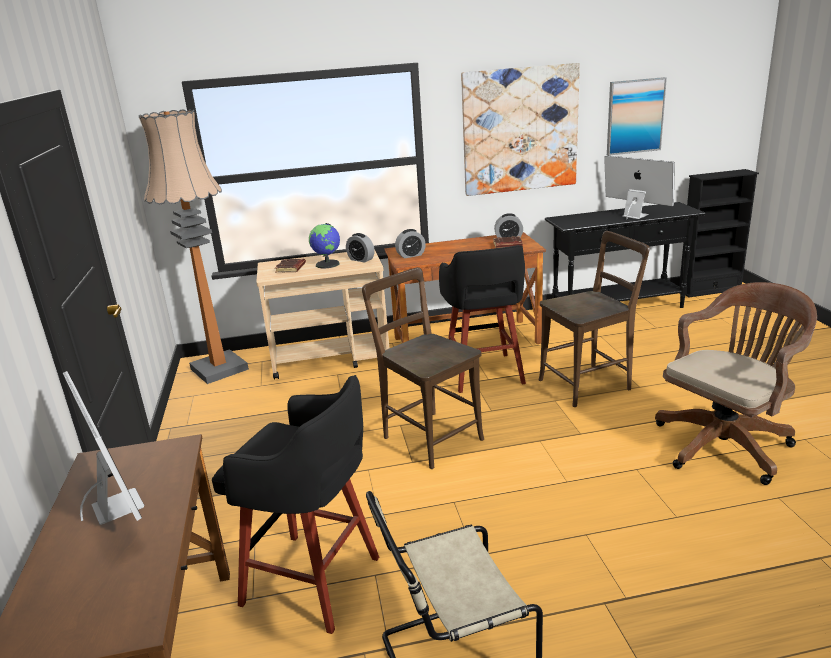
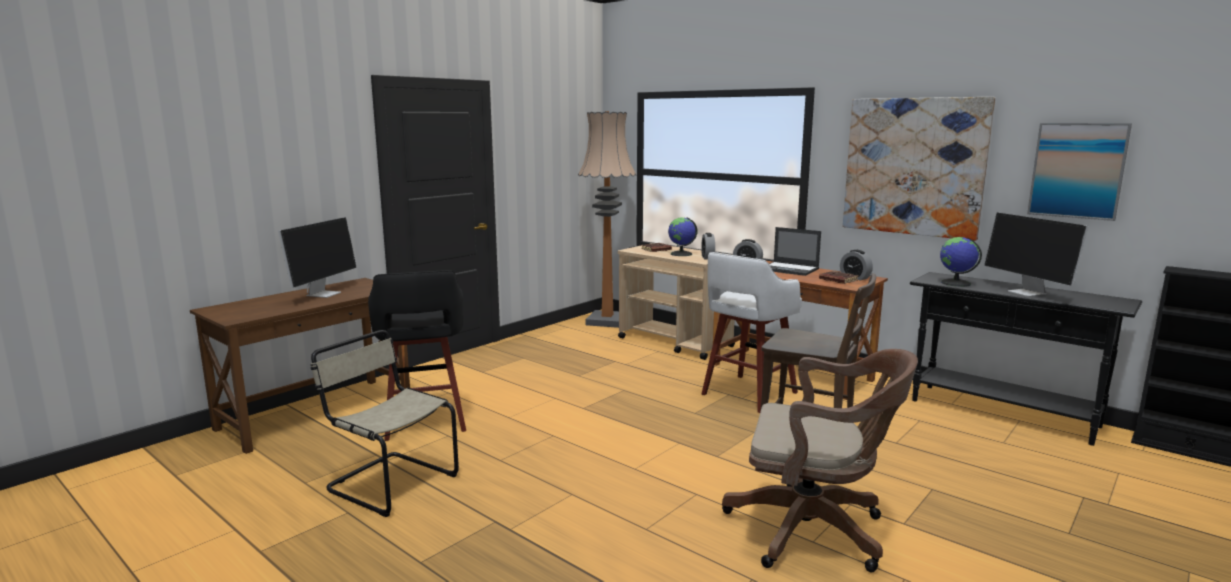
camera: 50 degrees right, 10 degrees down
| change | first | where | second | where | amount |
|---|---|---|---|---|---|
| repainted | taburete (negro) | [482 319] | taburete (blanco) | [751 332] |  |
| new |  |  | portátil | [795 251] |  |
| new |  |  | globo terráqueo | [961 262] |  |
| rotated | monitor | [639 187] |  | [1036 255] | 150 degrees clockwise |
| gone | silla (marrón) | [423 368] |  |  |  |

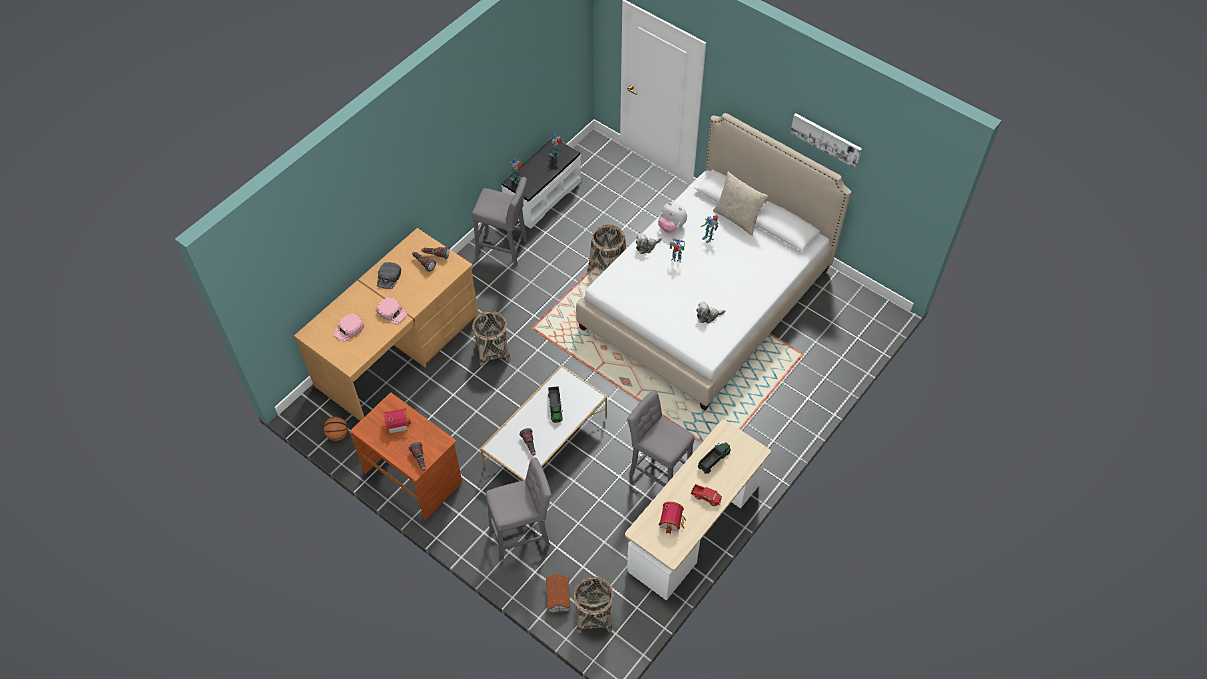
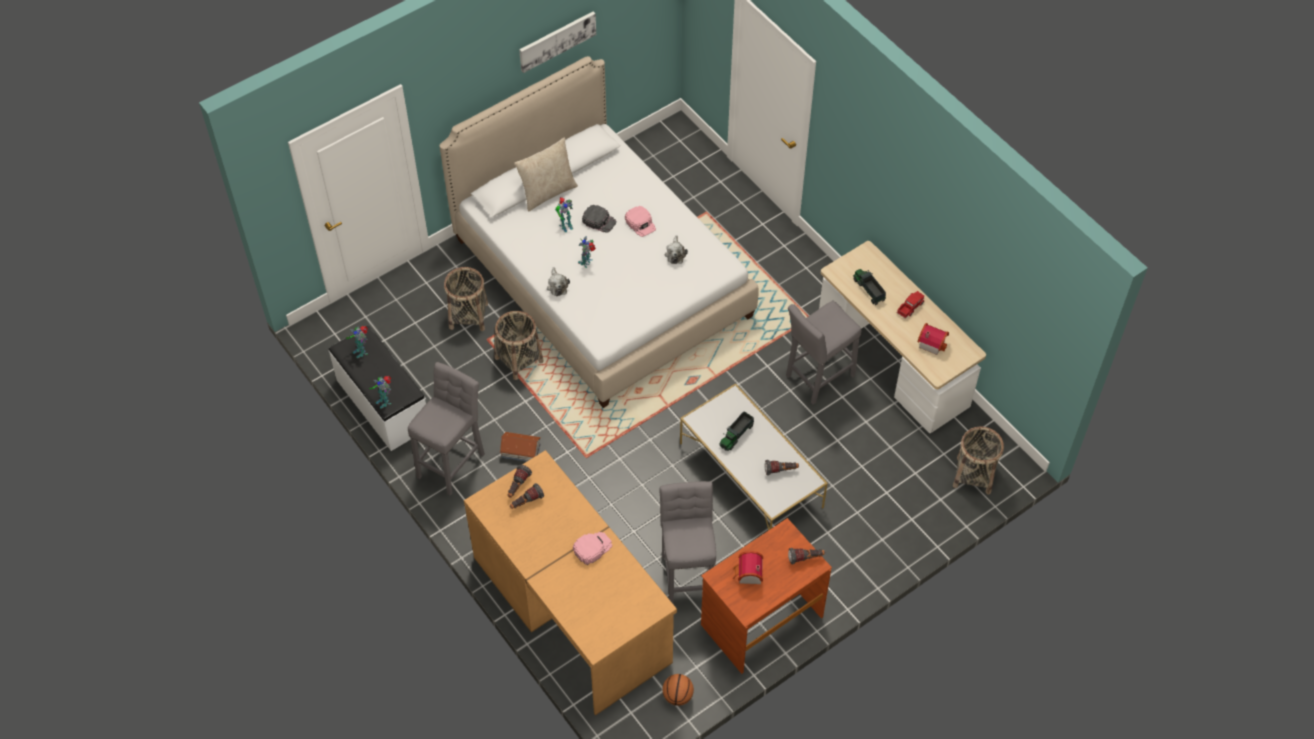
camera: 75 degrees left, 0 degrees up
| change | first | where | second | where | amount |
|---|---|---|---|---|---|
| shifted | cesta | [491 338] |  | [466 299] |  |
| shifted | casita | [558 593] |  | [520 447] |  |
| shifted | gorra (negro) | [389 275] |  | [599 219] |  |
| shifted | gorra (rosa) | [348 328] |  | [640 221] |  |
| shifted | taburete (gris) | [519 509] |  | [687 542] |  |
| rotated | camión de juguete | [555 404] |  | [736 431] | 120 degrees clockwise |
| gone | peluche | [672 217] |  |  |  |

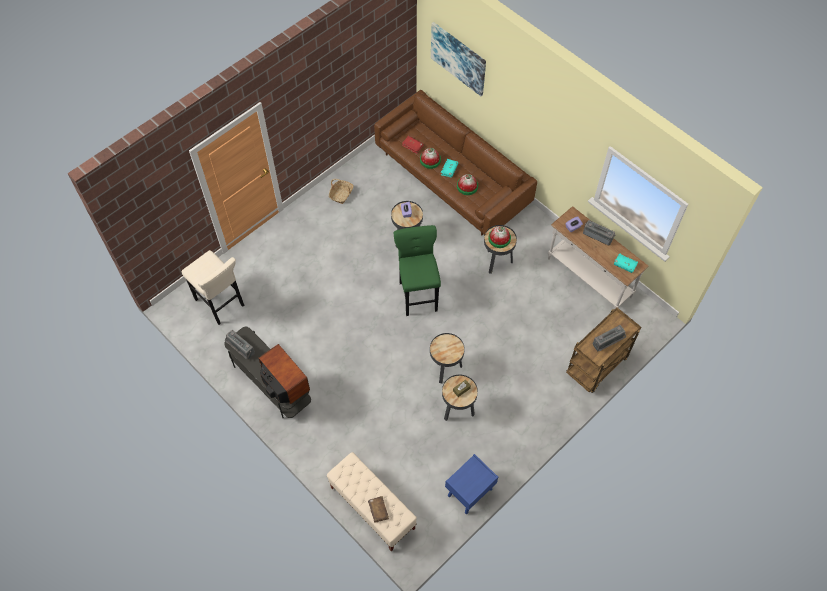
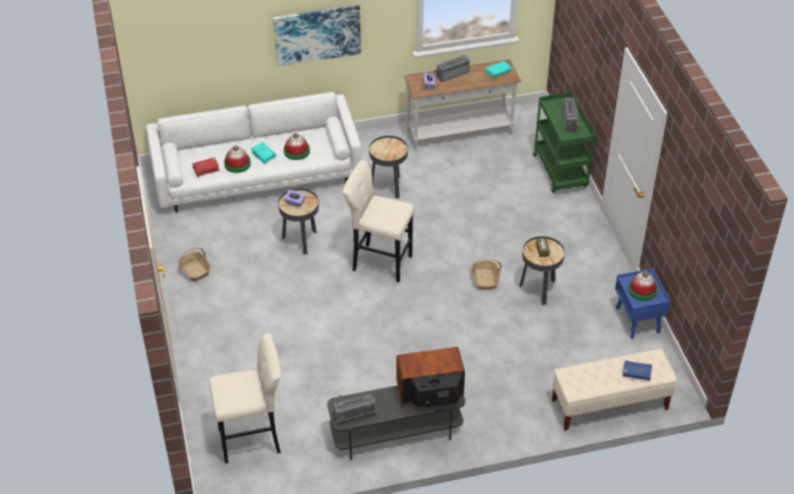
camera: 60 degrees left, 15 degrees down
| change | first | where | second | where | amount |
|---|---|---|---|---|---|
| repainted | sofá (marrón) | [455 162] | sofá (blanco) | [254 152] |  |
| shifted | cuadro | [458 59] |  | [317 35] |  |
| repainted | taburete (verde) | [417 270] | taburete (beis) | [378 221] |  |
| swapped | mesa auxiliar (negro) | [447 358] | cesta | [486 274] |  |
| repainted | carrito (marrón) | [603 350] | carrito (verde) | [564 142] |  |
| repainted | libro (marrón) | [378 509] | libro (azul) | [637 370] |  |
| shifted | sombrero | [499 237] |  | [643 286] |  |

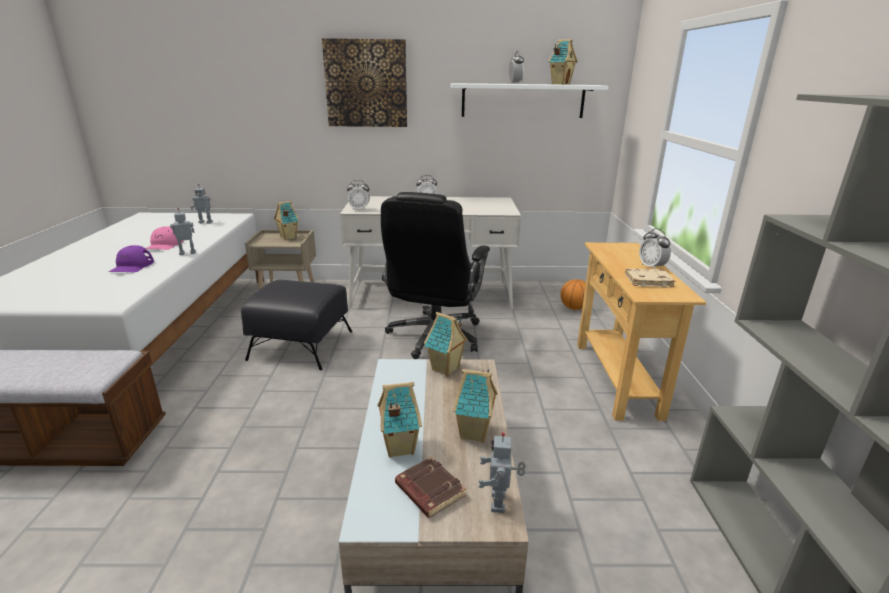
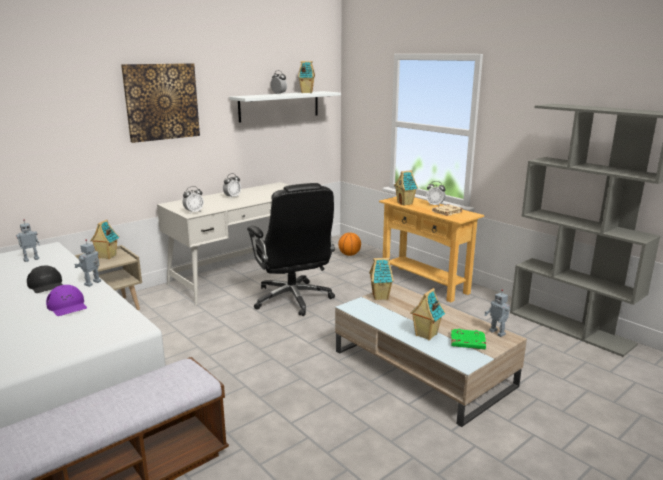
camera: 40 degrees left, 5 degrees down
| change | first | where | second | where | amount |
|---|---|---|---|---|---|
| repainted | gorra (rosa) | [164 238] | gorra (negro) | [45 279] |  |
| shifted | casita | [475 406] |  | [406 188] |  |
| repainted | libro (marrón) | [430 487] | libro (verde) | [468 339] |  |
| gone | puf (negro) | [296 325] |  |  |  |

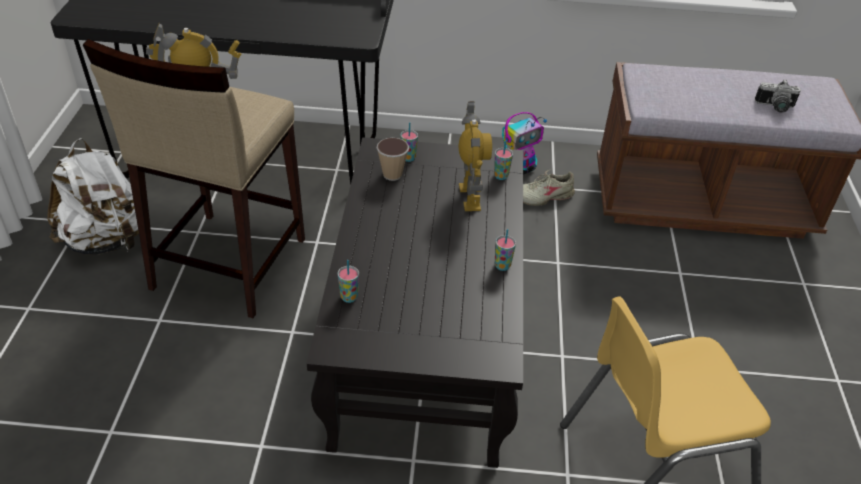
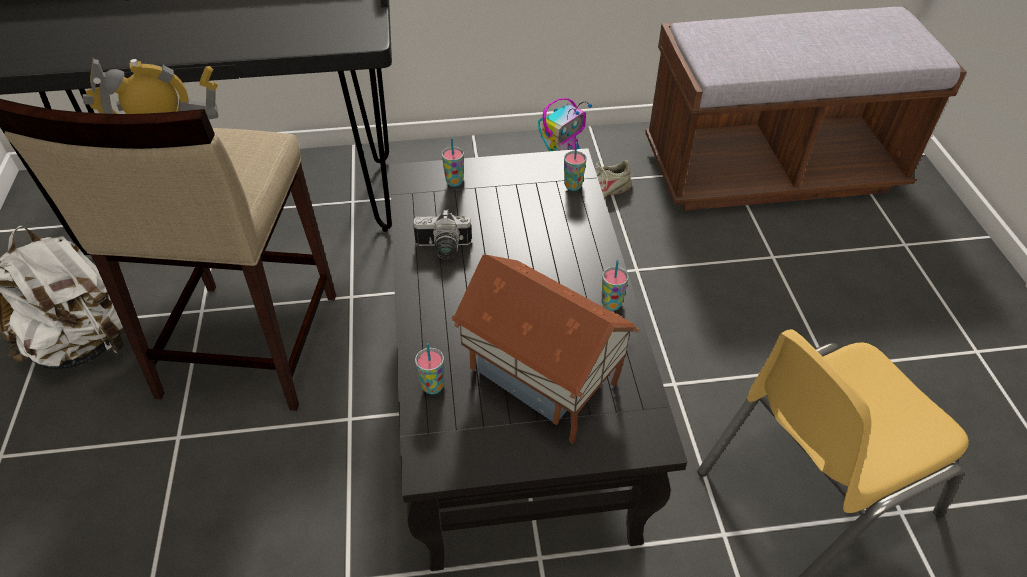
camera: 10 degrees left, 5 degrees up
| change | first | where | second | where | amount |
|---|---|---|---|---|---|
| shifted | cámara | [778 96] |  | [442 234] |  |
| new |  |  | casita | [545 349] |  |
| gone | taza | [392 159] |  |  |  |
| gone | robot de juguete | [475 156] |  |  |  |

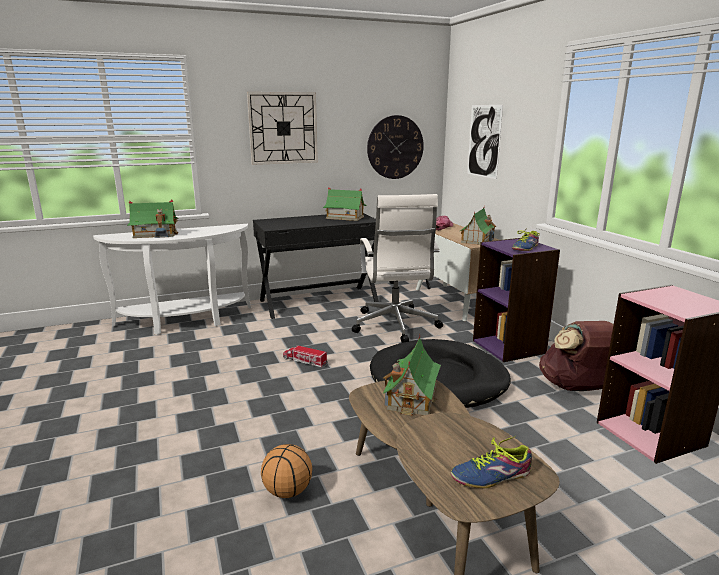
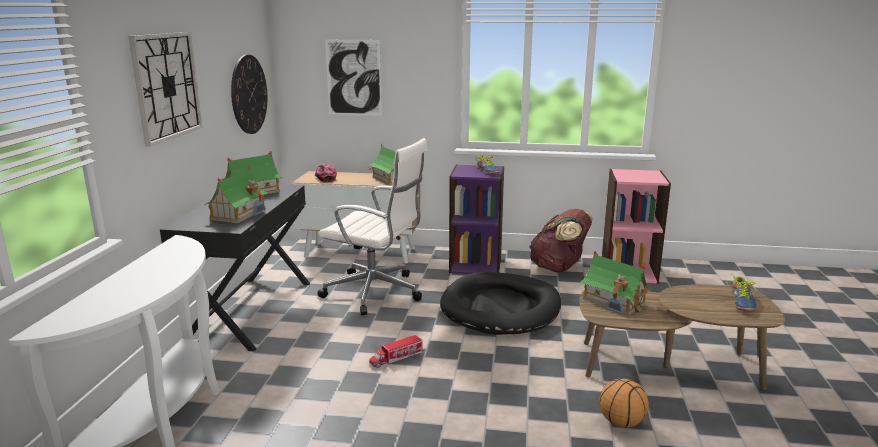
camera: 60 degrees left, 0 degrees up
| change | first | where | second | where | amount |
|---|---|---|---|---|---|
| shifted | casita | [153 218] |  | [236 195] |  |

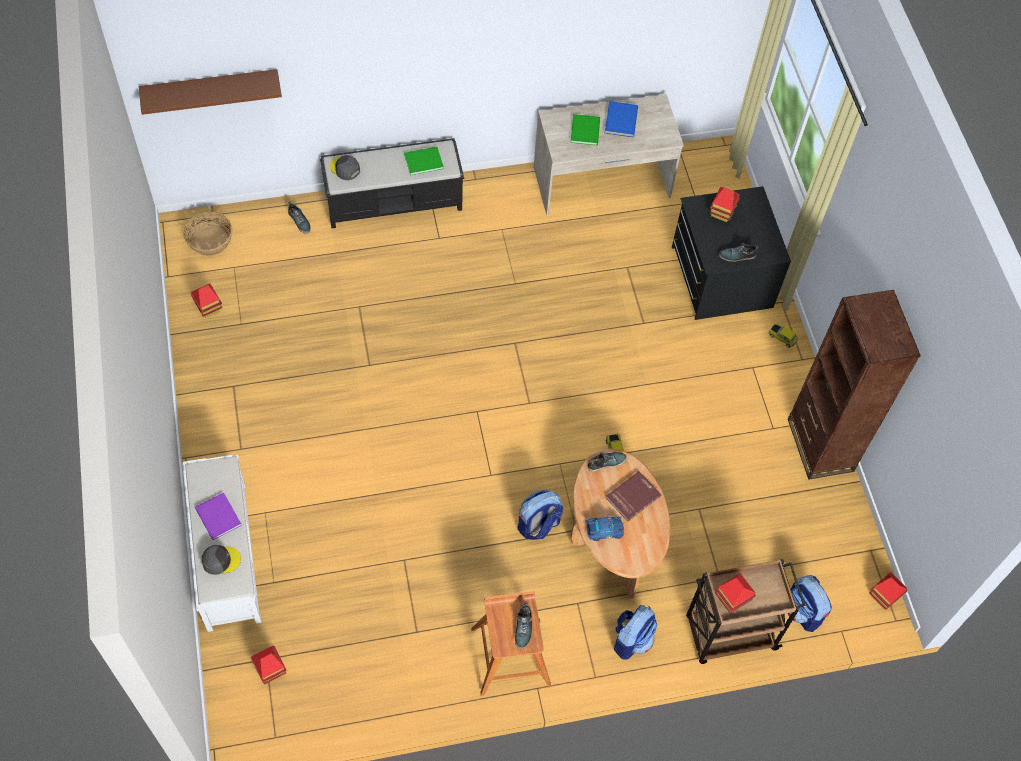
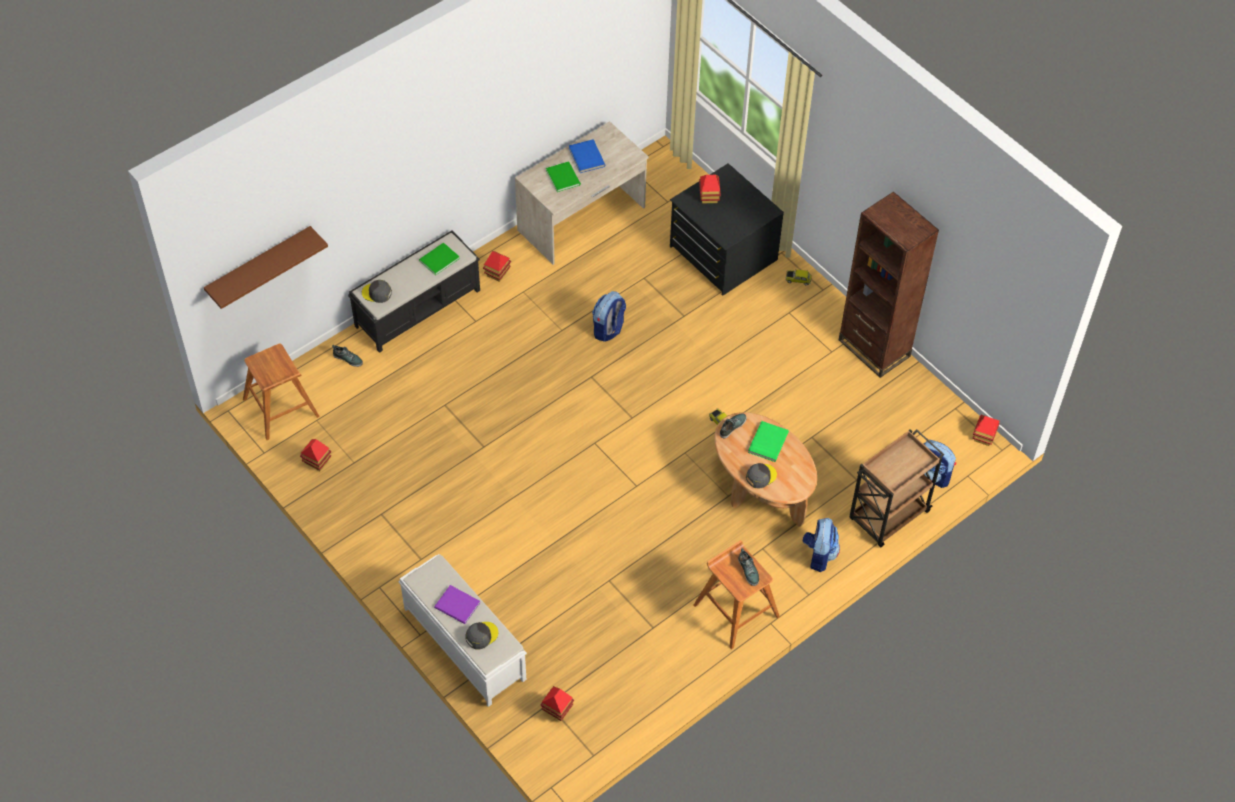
camera: 25 degrees left, 5 degrees down
| change | first | where | second | where | amount |
|---|---|---|---|---|---|
| swapped | cesta | [207 234] | taburete (marrón) | [281 392] |  |
| shifted | casita | [735 593] |  | [497 266] |  |
| shifted | mochila | [540 515] |  | [609 316] |  |
| swapped | coche de juguete (azul) | [605 528] | gorra (gris) | [761 476] |  |
| repainted | libro (rojo) | [633 496] | libro (verde) | [768 441] |  |
| gone | zapato | [739 252] |  |  |  |

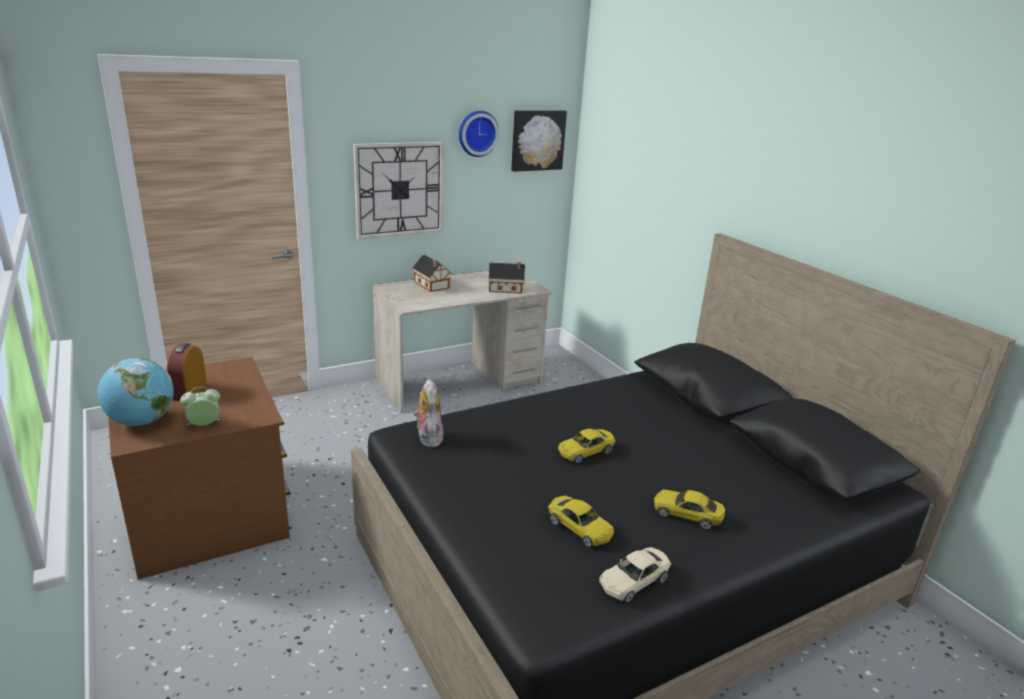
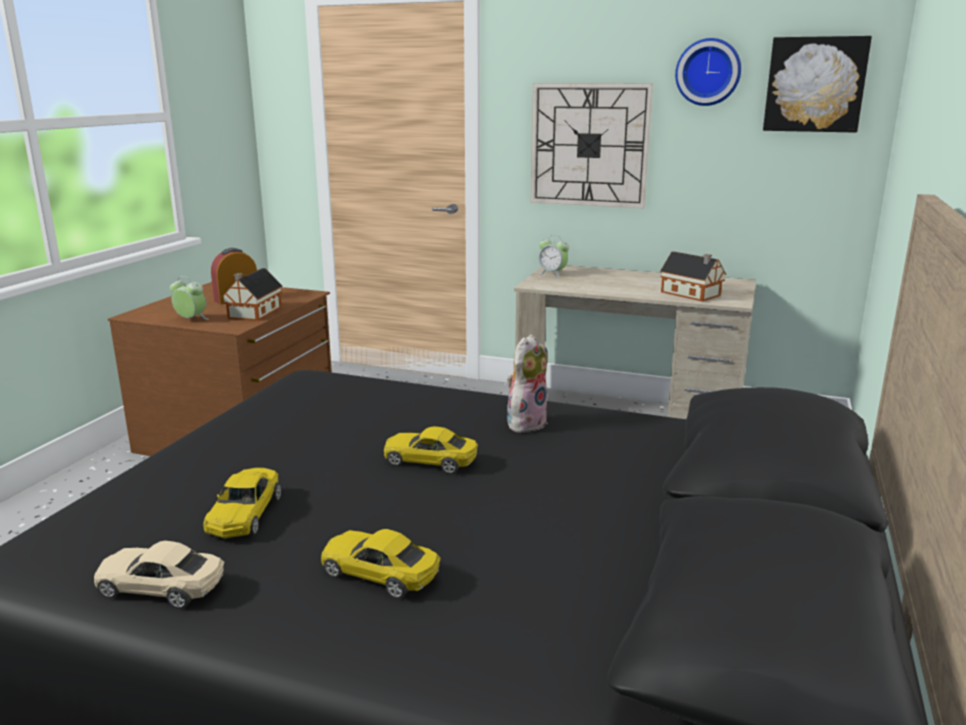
camera: 50 degrees right, 5 degrees down
| change | first | where | second | where | amount |
|---|---|---|---|---|---|
| shifted | casita | [431 273] |  | [252 294] |  |
| rotated | coche de juguete (amarillo) | [689 509] |  | [381 564] | 45 degrees counterclockwise |
| shifted | peluche | [428 413] |  | [527 383] |  |
| new |  |  | despertador | [553 256] |  |
| gone | globo terráqueo | [135 392] |  |  |  |

